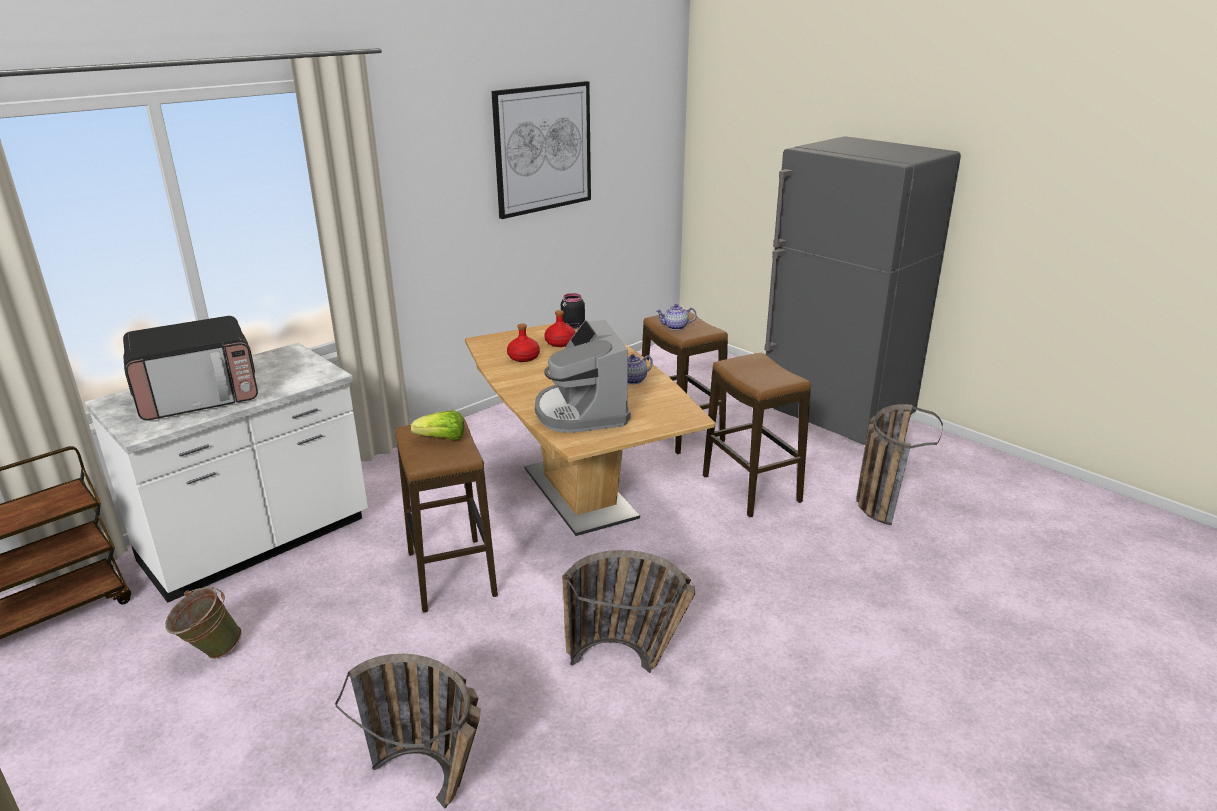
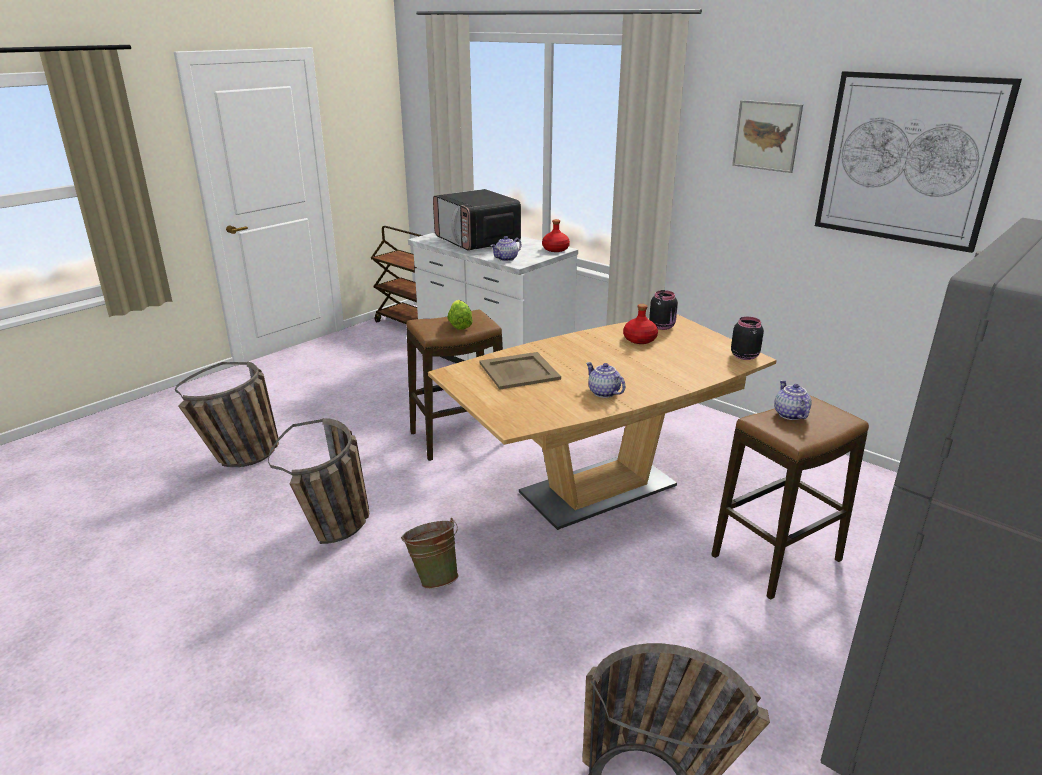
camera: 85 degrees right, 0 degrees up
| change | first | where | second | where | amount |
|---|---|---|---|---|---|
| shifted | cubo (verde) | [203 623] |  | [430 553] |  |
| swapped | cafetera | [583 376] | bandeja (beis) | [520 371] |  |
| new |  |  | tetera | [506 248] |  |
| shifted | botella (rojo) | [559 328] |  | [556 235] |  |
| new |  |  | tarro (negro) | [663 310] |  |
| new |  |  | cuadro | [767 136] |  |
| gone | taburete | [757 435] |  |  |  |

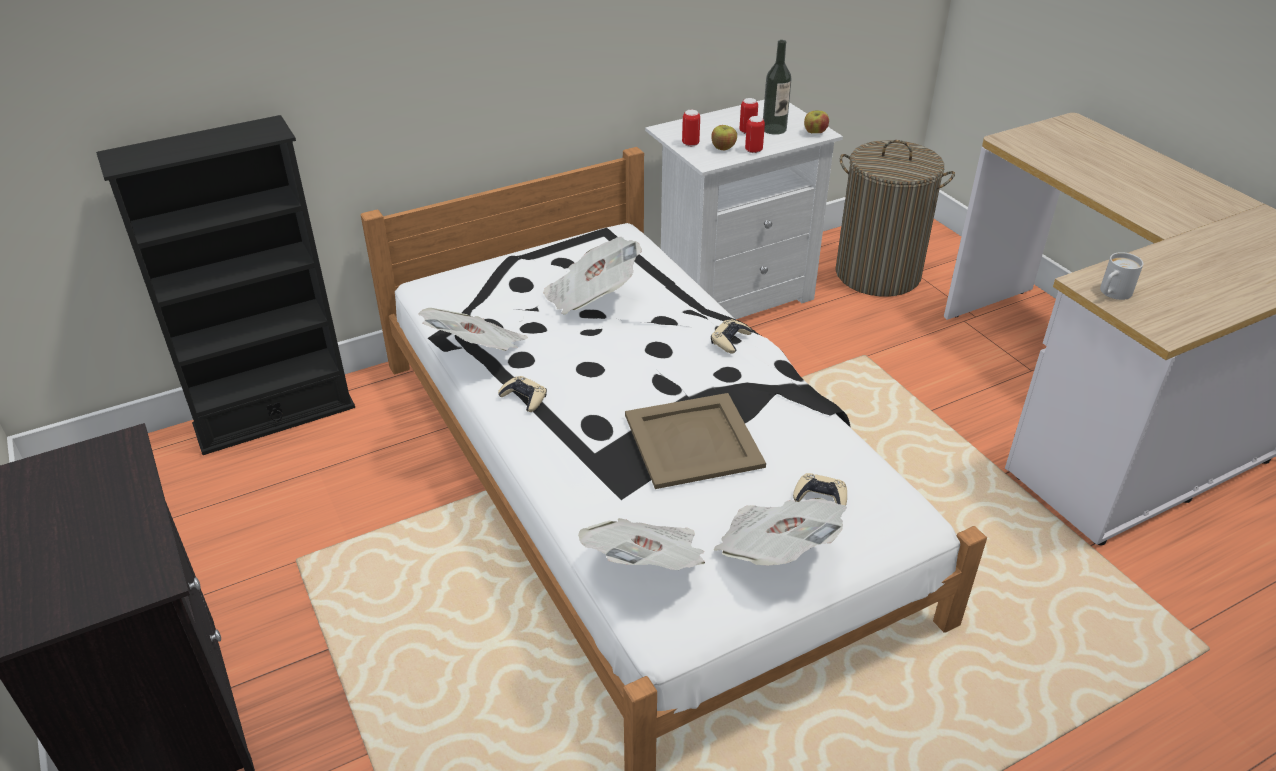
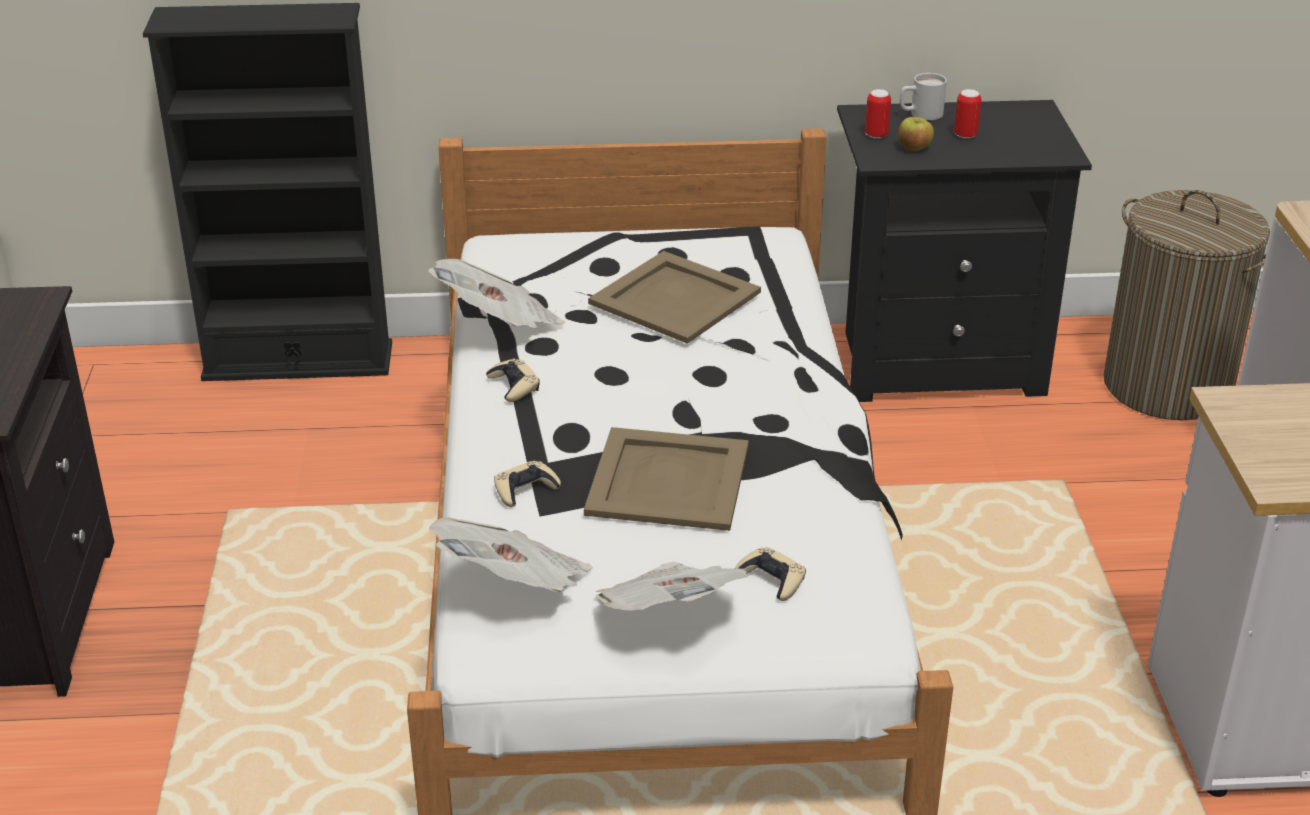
camera: 25 degrees right, 5 degrees down
| change | first | where | second | where | amount |
|---|---|---|---|---|---|
| shifted | mando de consola (beis) | [731 336] |  | [527 484] |  |
| swapped | periódico | [592 276] | bandeja (beis) | [674 297] |  |
| repainted | mesita de noche (blanco) | [744 209] | mesita de noche (negro) | [964 251] |  |
| shifted | taza grande (blanco) | [1122 276] |  | [923 96] |  |
| gone | lata | [755 134] |  |  |  |
| gone | botella | [777 87] |  |  |  |
| gone | manzana | [816 122] |  |  |  |

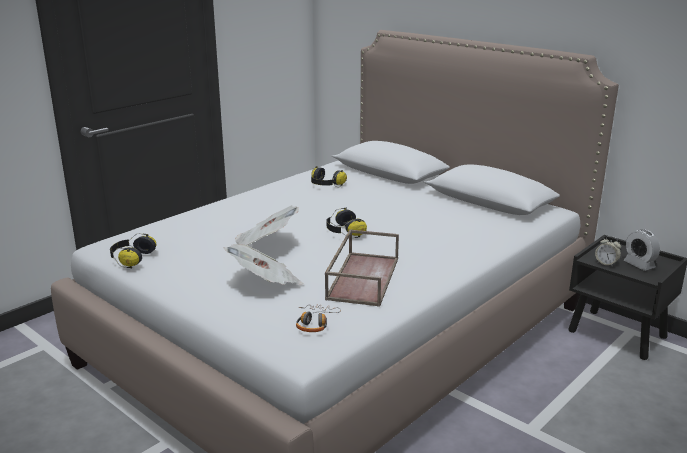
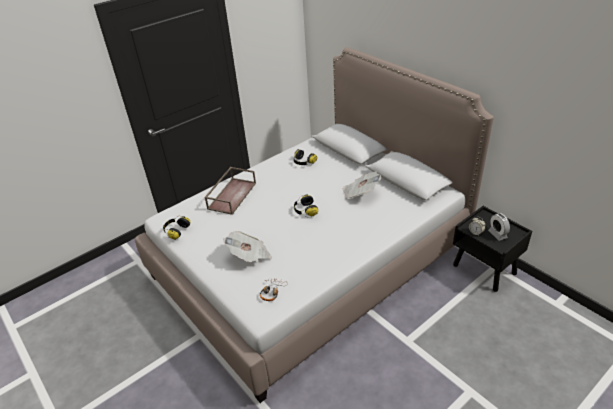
camera: 10 degrees right, 15 degrees up
| change | first | where | second | where | amount |
|---|---|---|---|---|---|
| shifted | bandeja (marrón) | [362 268] |  | [230 191] |  |
| shifted | periódico | [267 225] |  | [361 185] |  |

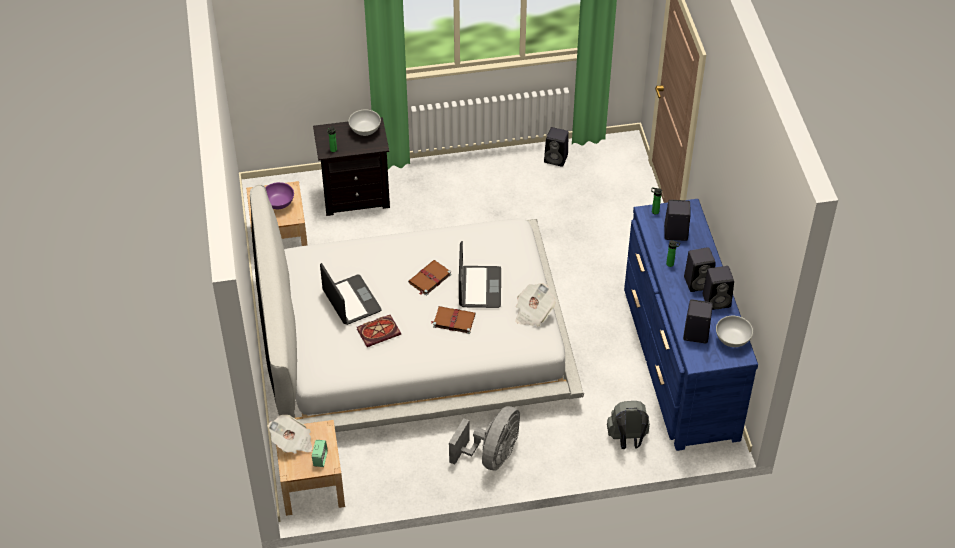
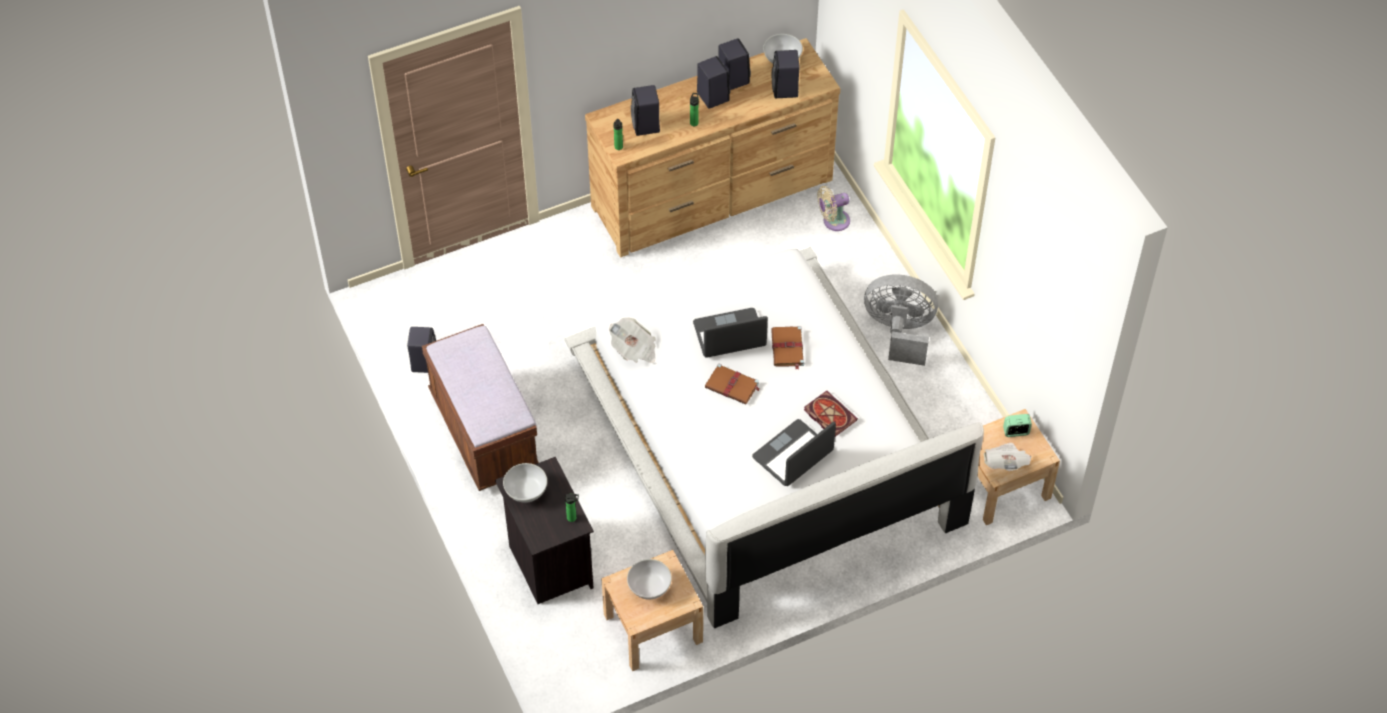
camera: 105 degrees left, 5 degrees up
| change | first | where | second | where | amount |
|---|---|---|---|---|---|
| new |  |  | banco (marrón) | [480 407] |  |
| repainted | cómoda (azul) | [691 325] | cómoda (marrón) | [712 147] |  |
| shifted | periódico | [535 305] |  | [632 340] |  |
| repainted | cuenco (morado) | [279 195] | cuenco (blanco) | [649 579] |  |
| swapped | mochila (gris) | [628 425] | ventilador (beis) | [833 208] |  |

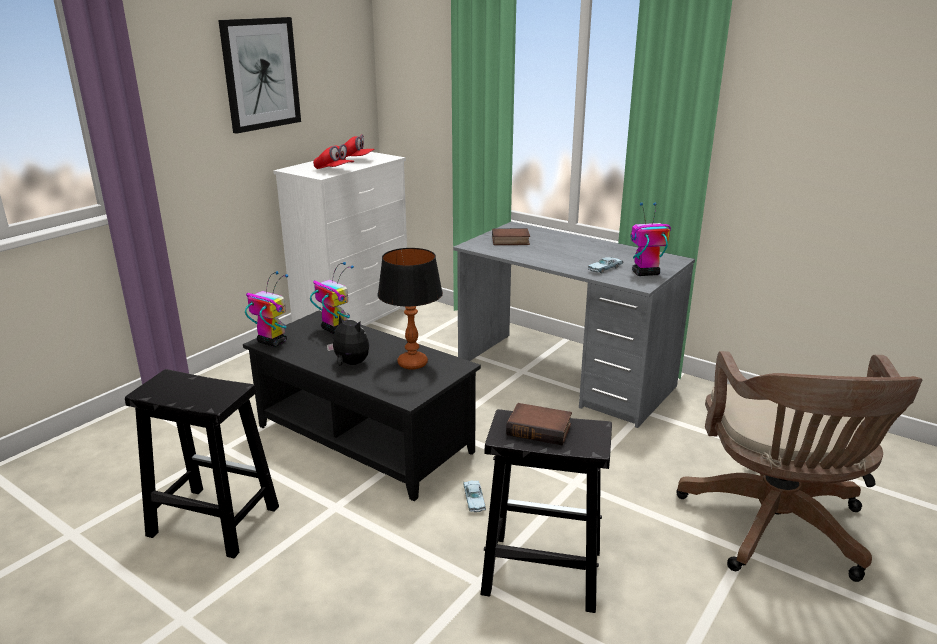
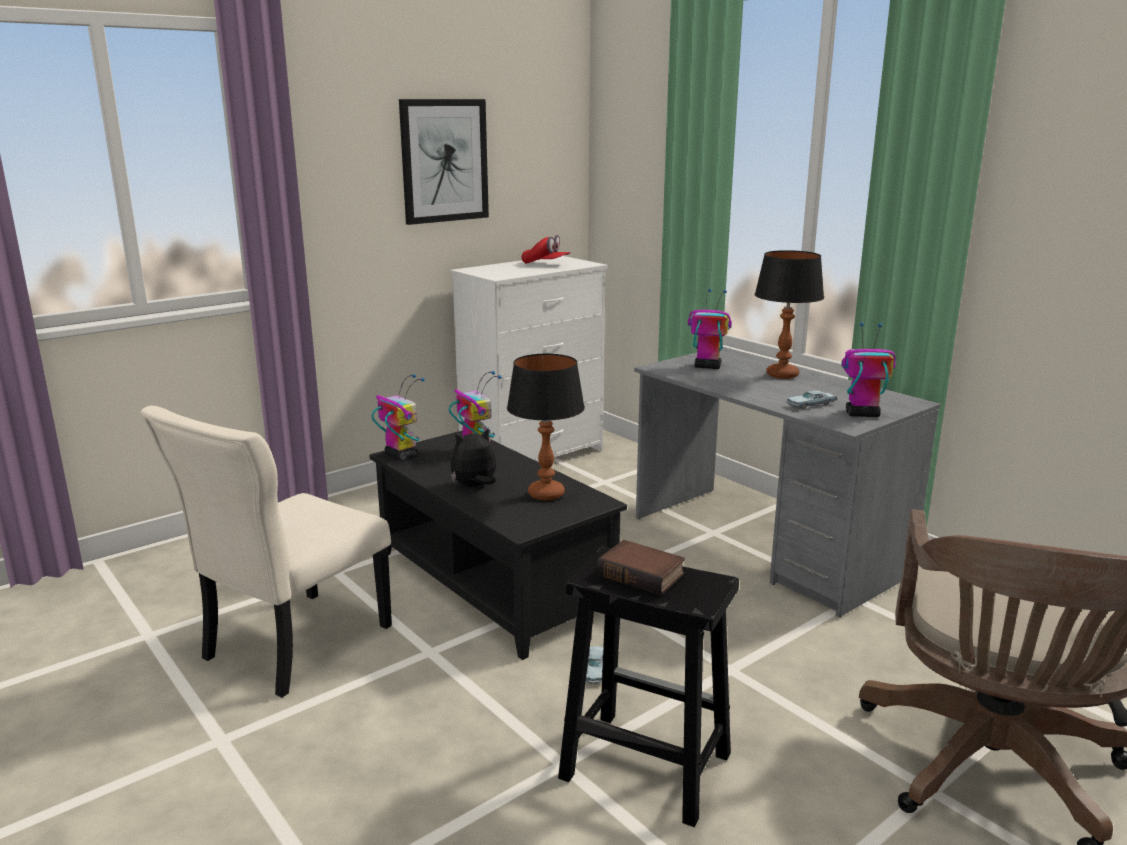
camera: 15 degrees right, 5 degrees down
| change | first | where | second | where | amount |
|---|---|---|---|---|---|
| swapped | taburete (negro) | [202 463] | silla (beis) | [266 552] |  |
| rotated | peluche | [348 340] |  | [473 457] | 75 degrees counterclockwise |
| swapped | libro | [511 236] | robot de juguete | [710 329] |  |
| new |  |  | lámpara de mesa | [789 314] |  |
| gone | gorra (rojo) | [334 156] |  |  |  |

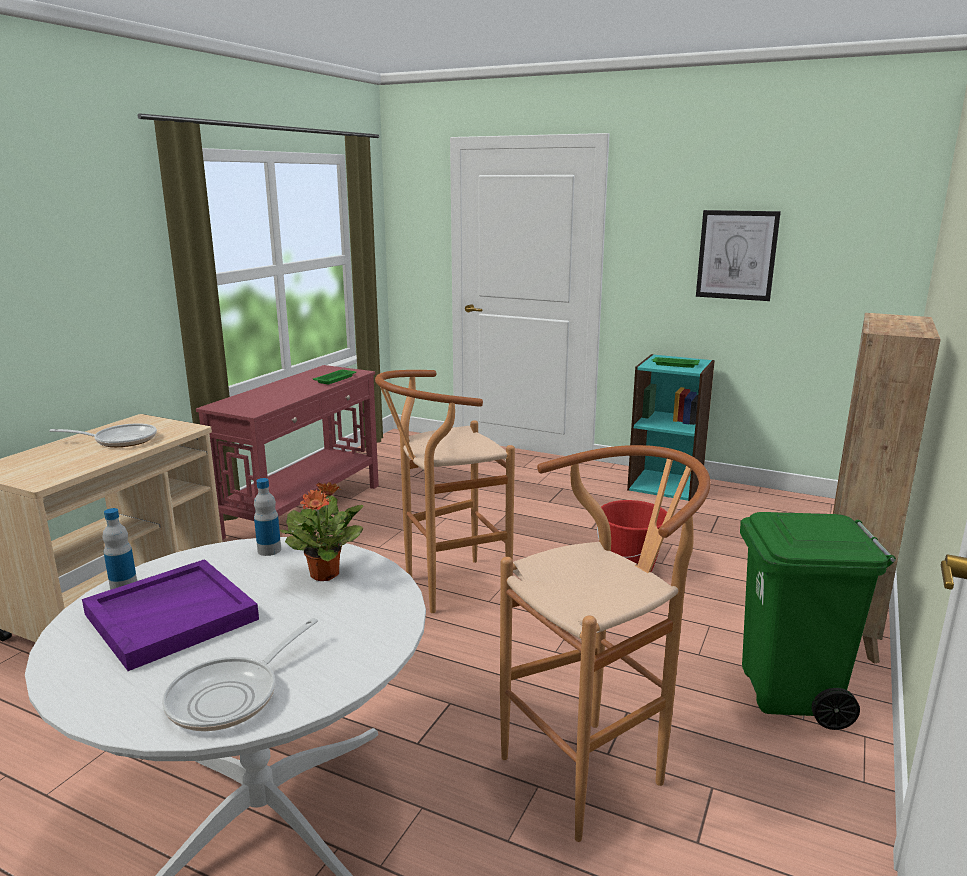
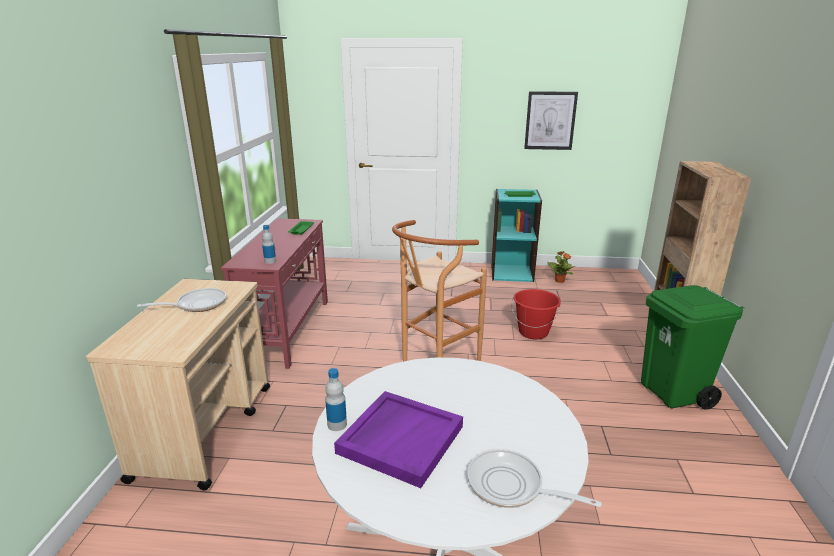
camera: 20 degrees left, 5 degrees up
| change | first | where | second | where | amount |
|---|---|---|---|---|---|
| shifted | botella | [267 517] |  | [269 244] |  |
| rotated | sartén | [240 674] |  | [534 478] | 105 degrees clockwise |
| shifted | planta en maceta | [322 531] |  | [561 267] |  |
| gone | taburete (marrón) | [605 643] |  |  |  |

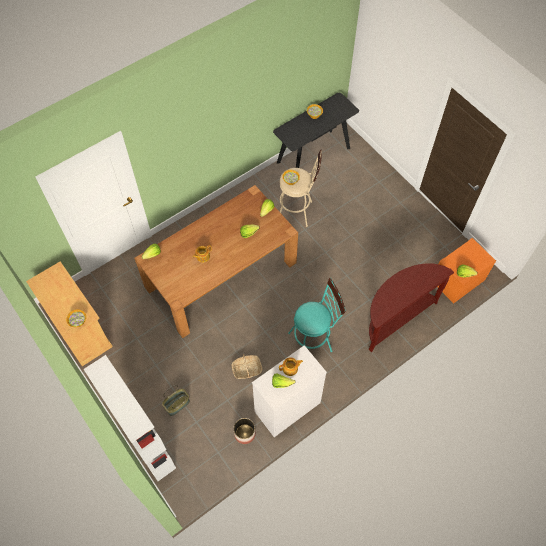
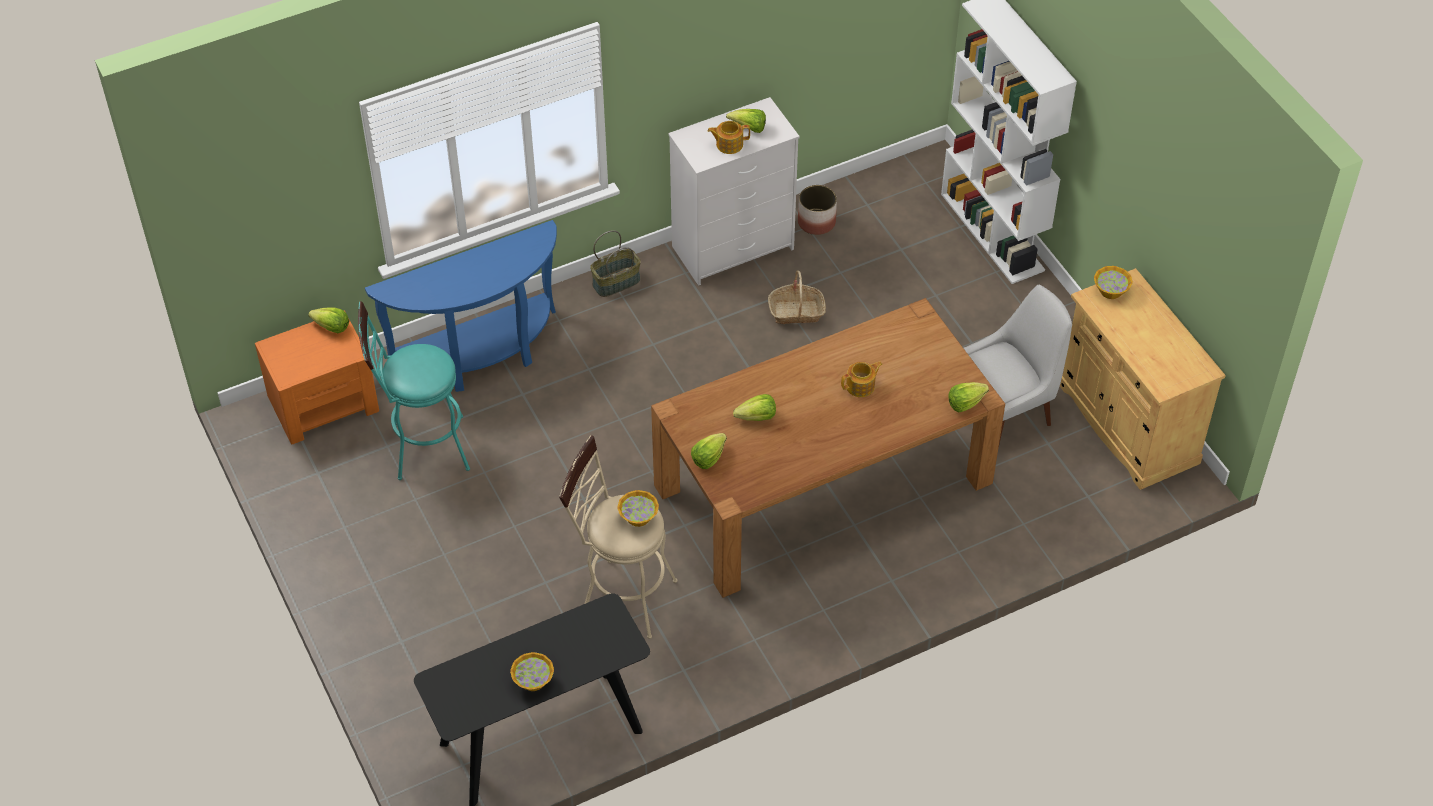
camera: 170 degrees left, 10 degrees down
| change | first | where | second | where | amount |
|---|---|---|---|---|---|
| shifted | taburete (turquesa) | [317 315] |  | [414 390] |  |
| repainted | mesa consola (marrón) | [411 307] | mesa consola (azul) | [461 306] |  |
| shifted | cesta | [176 400] |  | [615 263] |  |
| new |  |  | silla (blanco) | [1018 364] |  |

